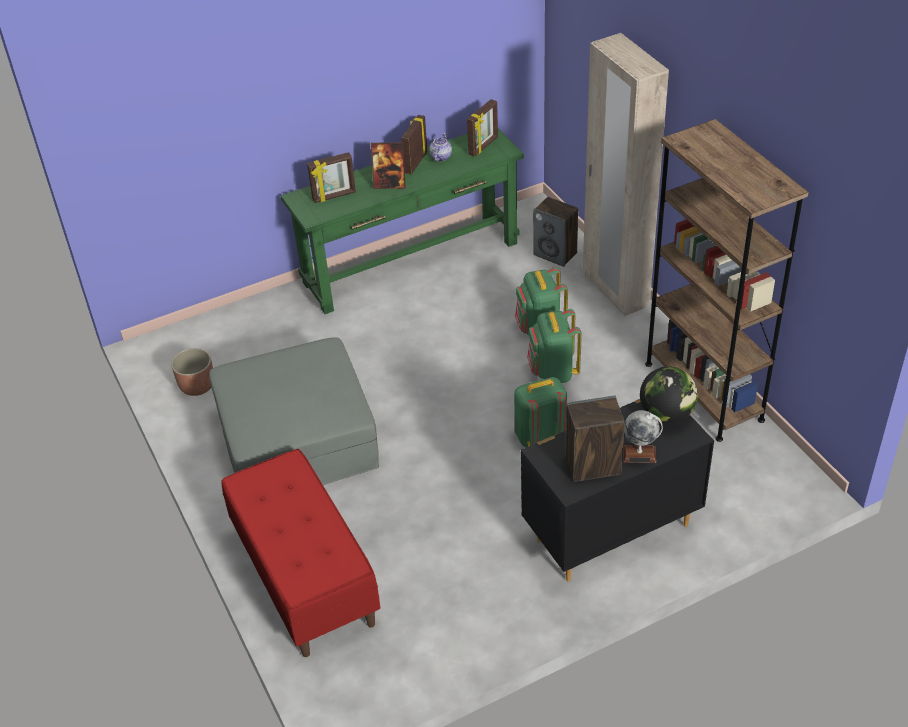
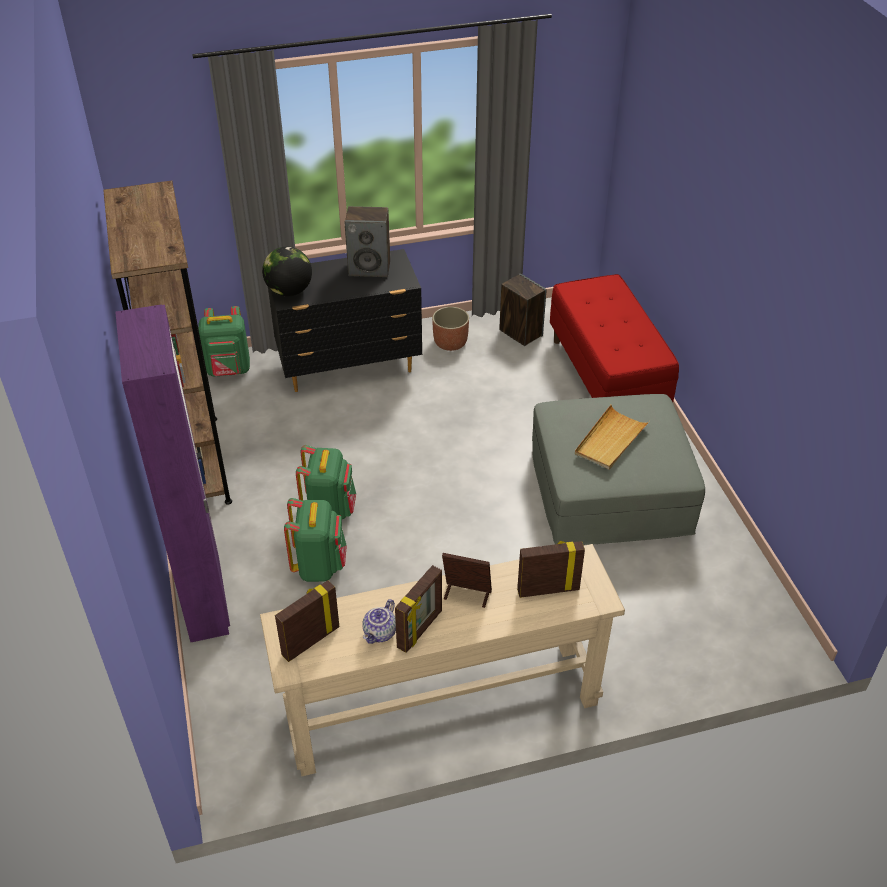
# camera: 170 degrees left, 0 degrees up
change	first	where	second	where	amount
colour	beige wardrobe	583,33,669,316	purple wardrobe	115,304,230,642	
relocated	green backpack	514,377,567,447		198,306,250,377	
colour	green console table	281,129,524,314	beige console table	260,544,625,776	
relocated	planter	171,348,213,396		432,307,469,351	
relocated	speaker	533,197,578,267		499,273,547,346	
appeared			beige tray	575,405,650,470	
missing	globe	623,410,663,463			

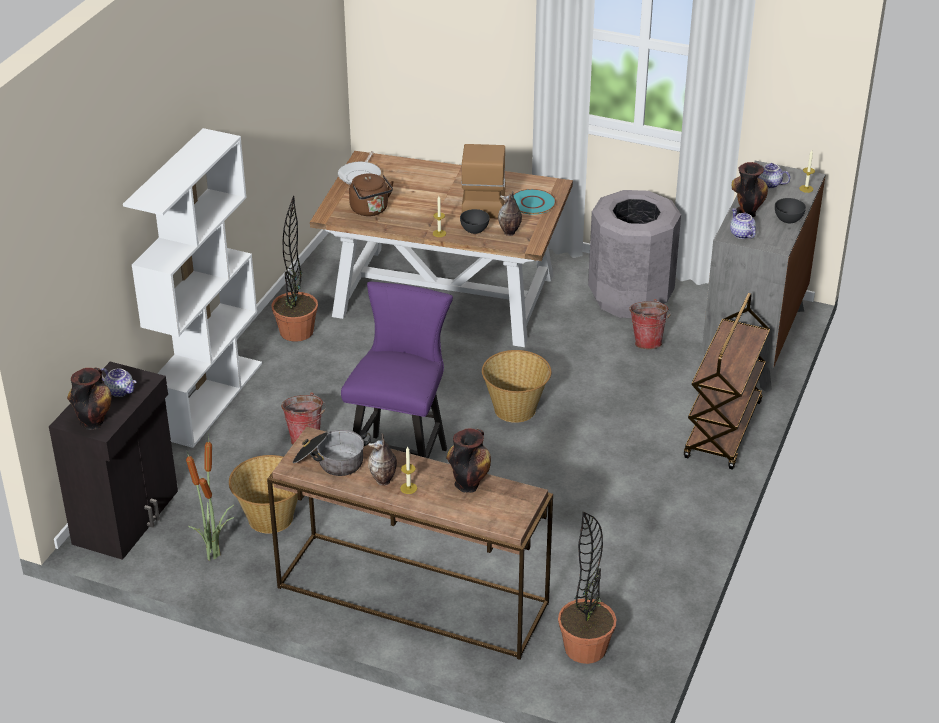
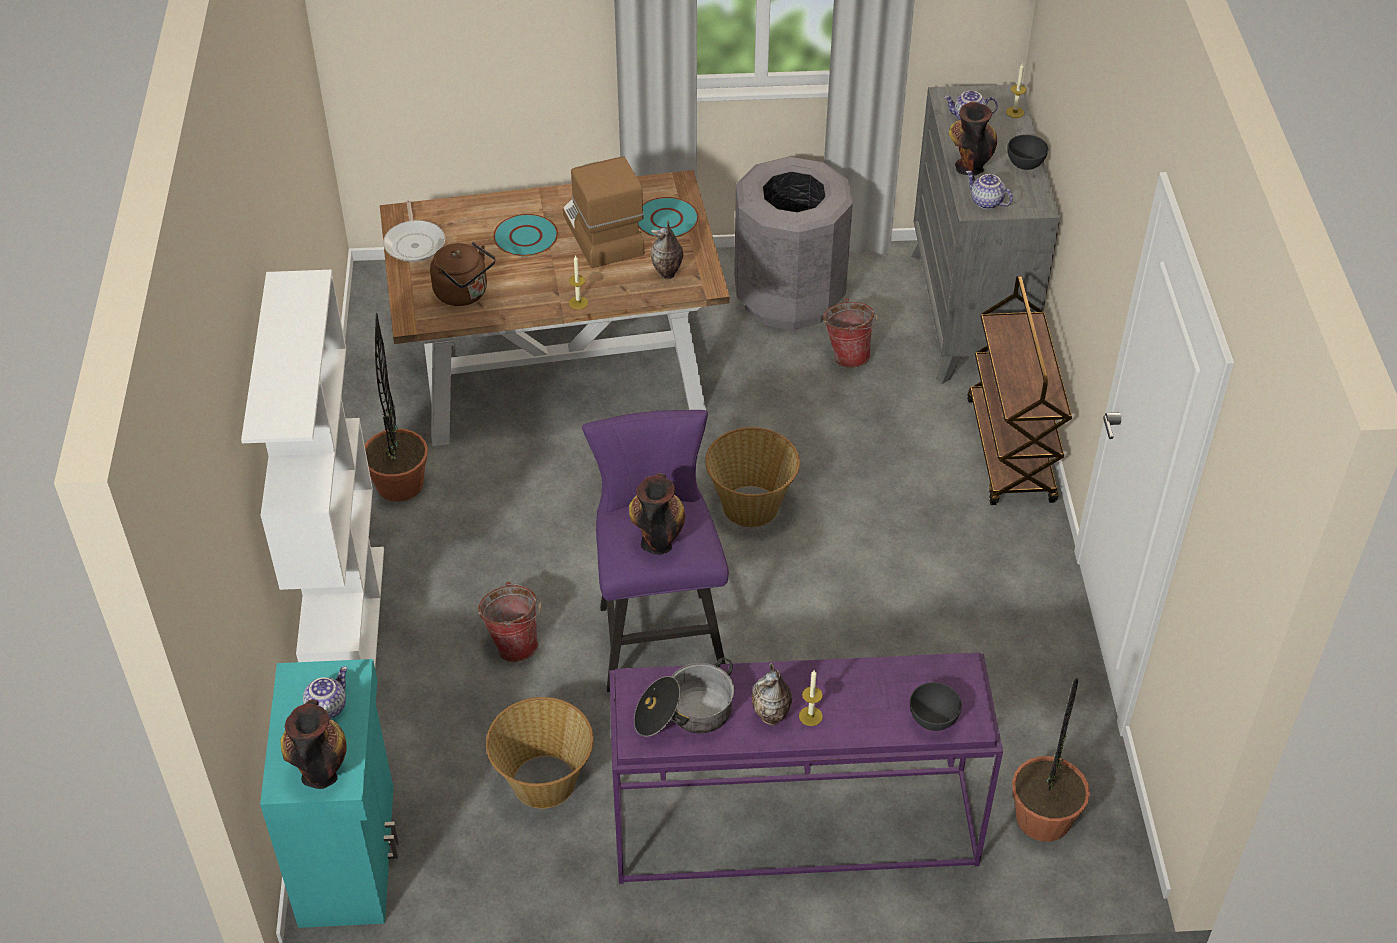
# camera: 25 degrees left, 10 degrees up
change	first	where	second	where	amount
colour	black cabinet	49,362,178,560	turquoise cabinet	260,659,399,928	
spun	teapot	101,368,136,397		303,666,348,719	60 degrees counterclockwise
appeared			turquoise plate	493,214,558,257	
colour	brown console table	267,427,553,660	purple console table	609,652,1003,884	
relocated	vase	446,428,491,493		629,473,685,555	
relocated	grey bowl	460,209,490,234		910,682,962,731	
missing	potted plant	186,436,234,561			

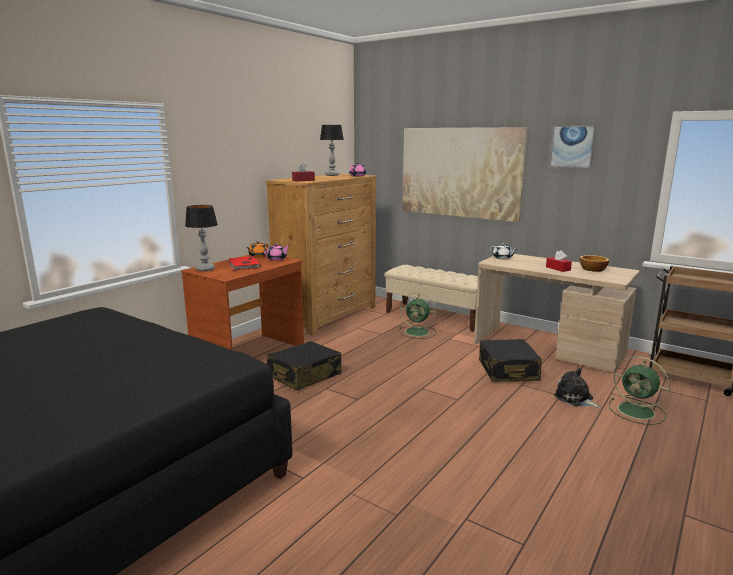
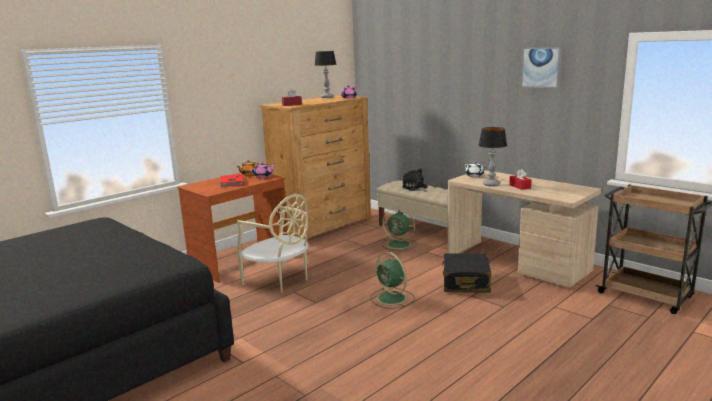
# camera: 10 degrees right, 0 degrees up
change	first	where	second	where	amount
exchanged	black suitcase	267,341,342,390	beige chair	237,194,309,293	
relocated	green fan	609,356,670,425		370,252,415,309	
relocated	plush toy	554,368,601,408		402,168,428,191	
relocated	table lamp	185,205,218,272		479,127,507,186	
missing	picture	403,127,528,222			
missing	bowl	580,255,609,272			

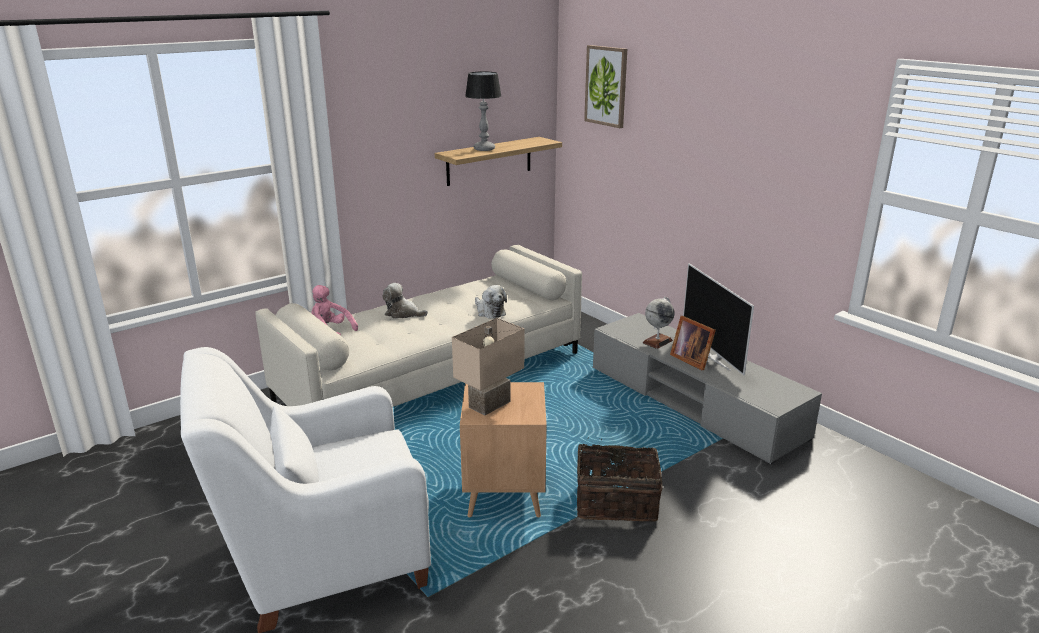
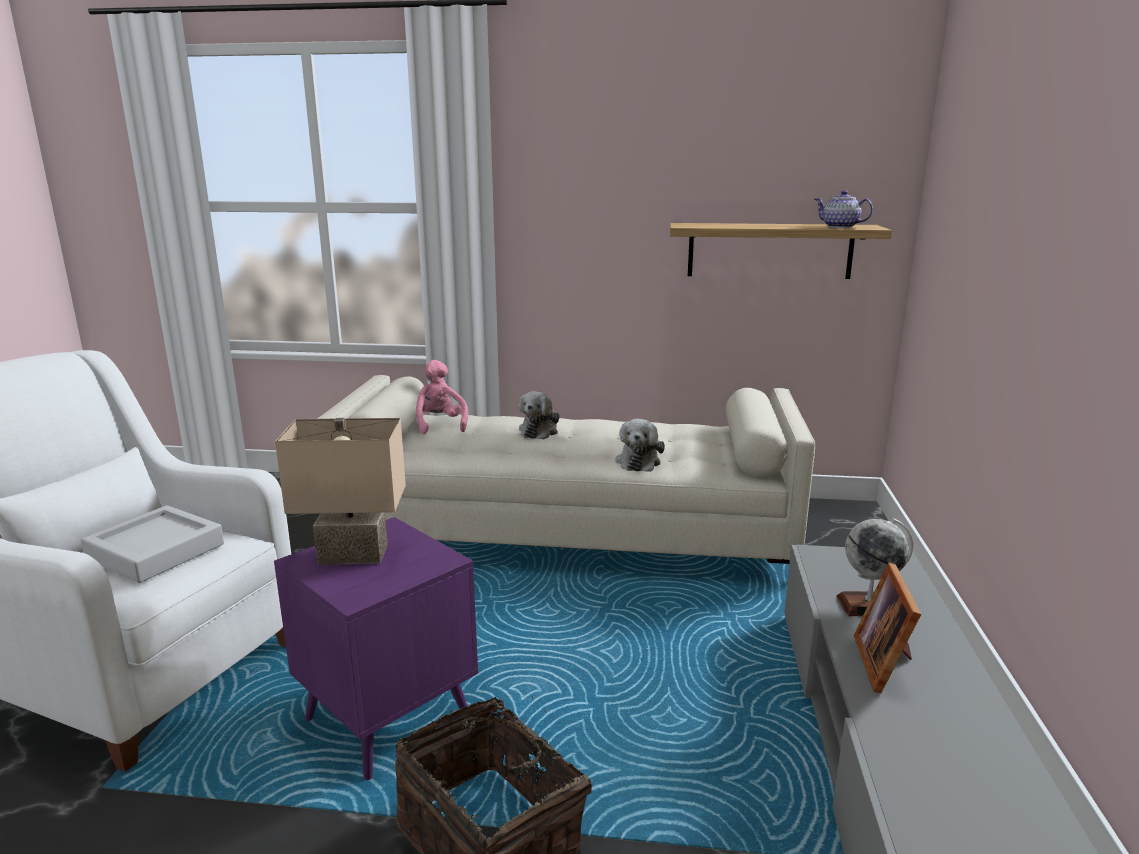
# camera: 45 degrees right, 5 degrees down
change	first	where	second	where	amount
appeared			grey tray	81,505,224,583	
colour	brown side table	460,382,547,517	purple side table	274,517,478,780	
spun	plush toy	382,283,428,319		519,391,560,439	135 degrees counterclockwise
appeared			teapot	815,190,873,228	
missing	table lamp	465,71,501,151			
missing	picture	584,45,627,128			
missing	television	683,263,754,375			

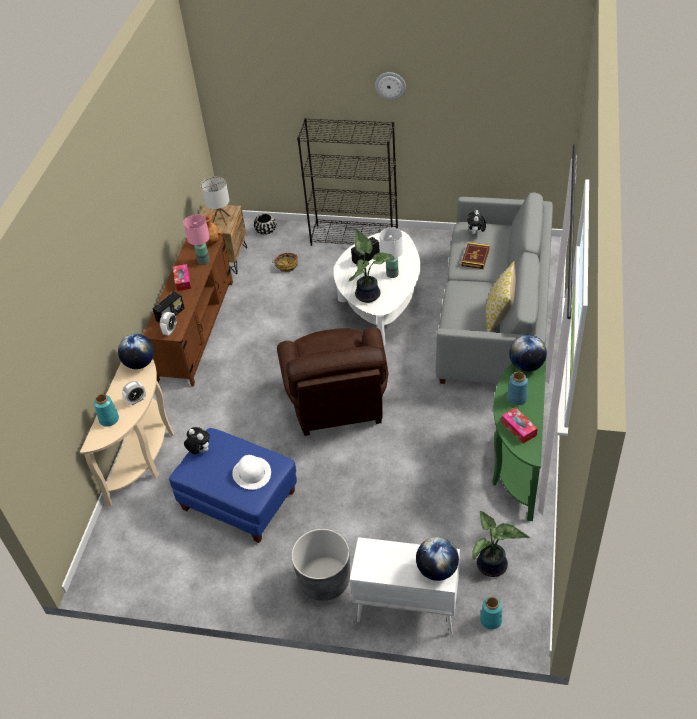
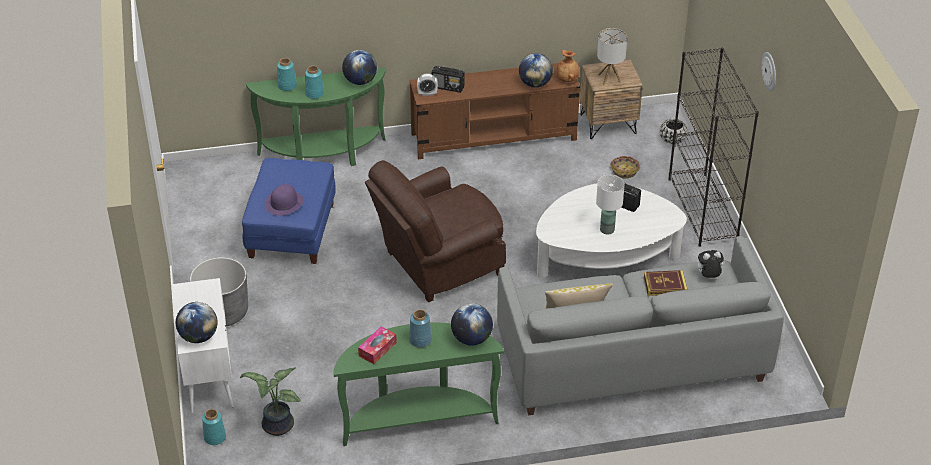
# camera: 65 degrees right, 5 degrees down
change	first	where	second	where	amount
colour	beige console table	80,359,174,506	green console table	246,67,386,166	
colour	white hat	232,455,271,490	purple hat	265,184,304,216	
exchanged	alarm clock	122,381,146,406	turquoise vase	305,66,324,99	
exchanged	pink table lamp	183,214,210,265	globe	519,53,553,88	
missing	tissue box	173,264,191,291			
missing	plush toy	184,427,210,454			
missing	potted plant	349,230,394,303			

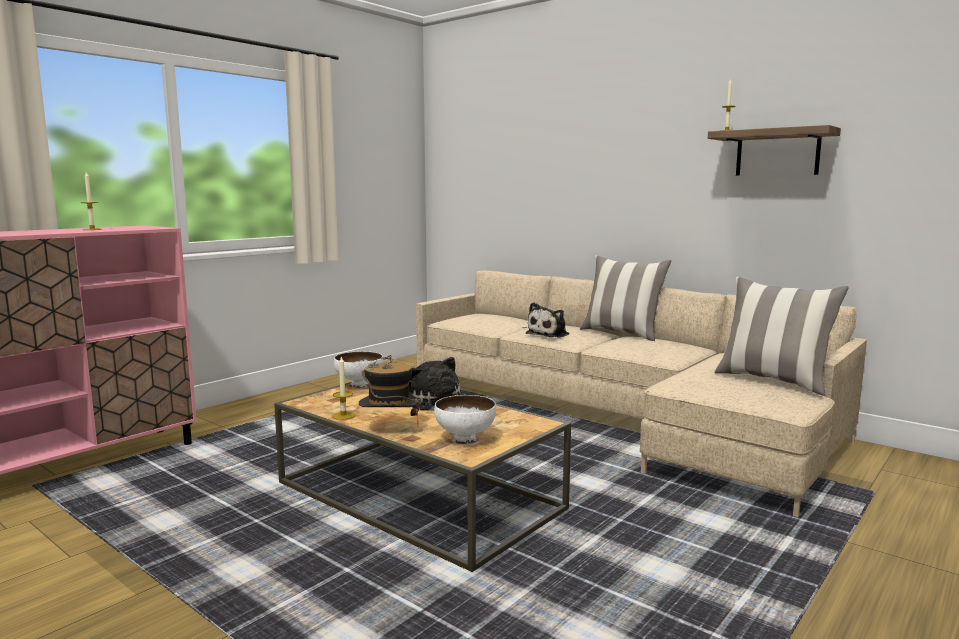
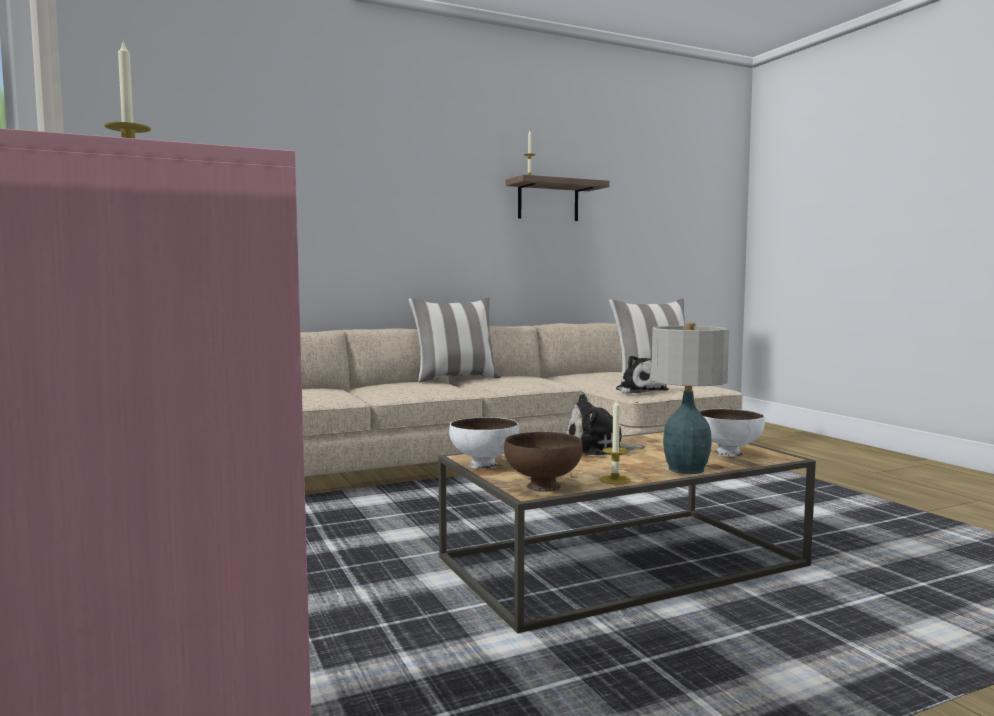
# camera: 65 degrees left, 5 degrees down
change	first	where	second	where	amount
appeared			brown bowl	504,432,583,492	
relocated	plush toy	526,302,569,338		616,355,668,393	
exchanged	hat	359,355,421,424	table lamp	651,322,729,474	

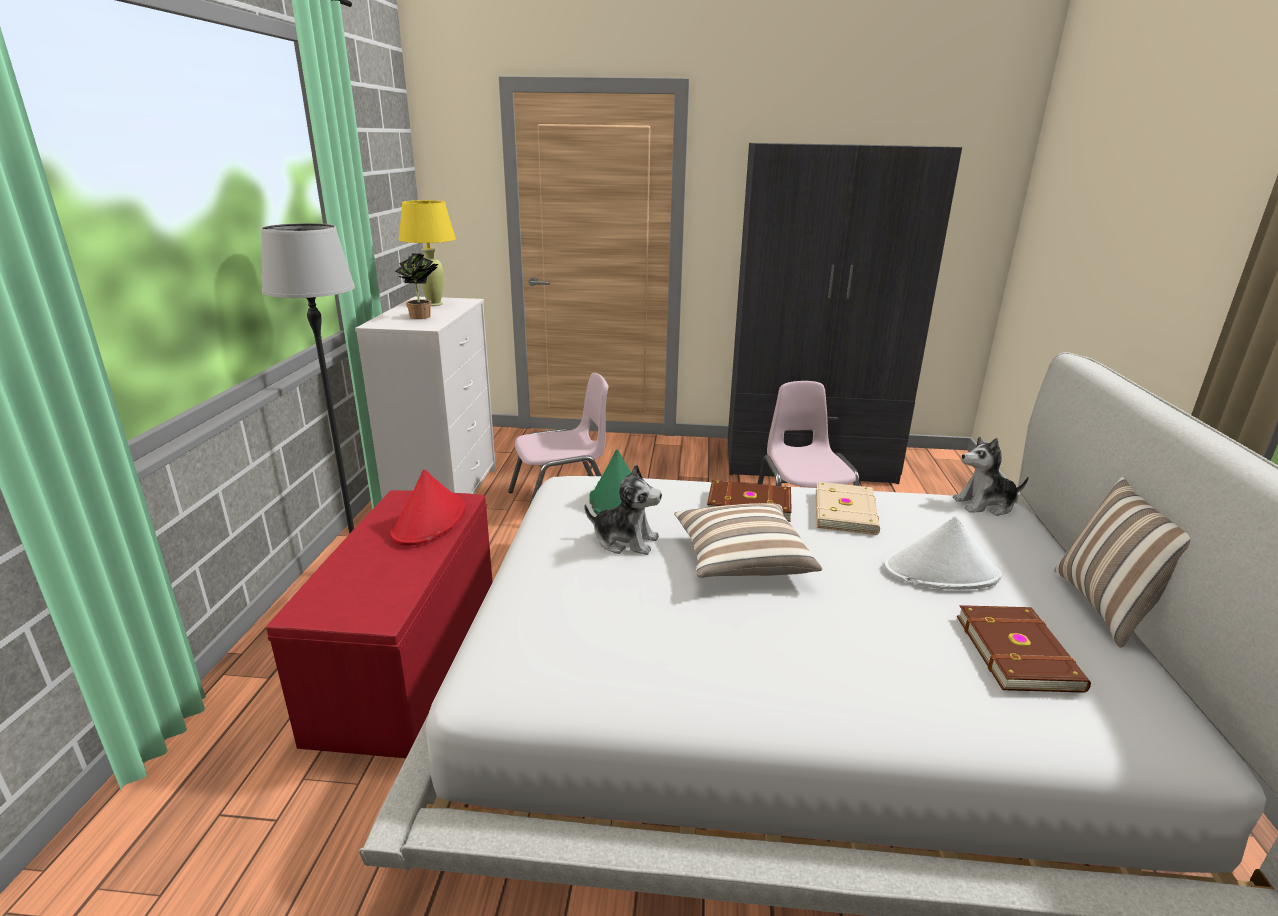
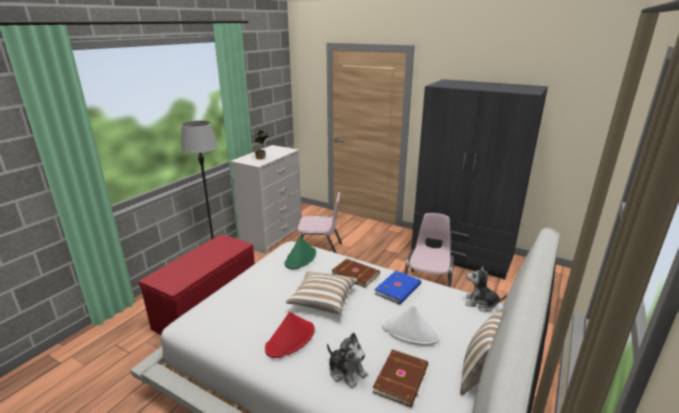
# camera: 25 degrees right, 0 degrees up
change	first	where	second	where	amount
relocated	red hat	390,469,466,546		265,312,315,358	
relocated	plush toy	585,464,662,555		327,333,368,388	
colour	beige book	815,482,880,535	blue book	374,271,421,305	
missing	yellow table lamp	398,200,456,306			

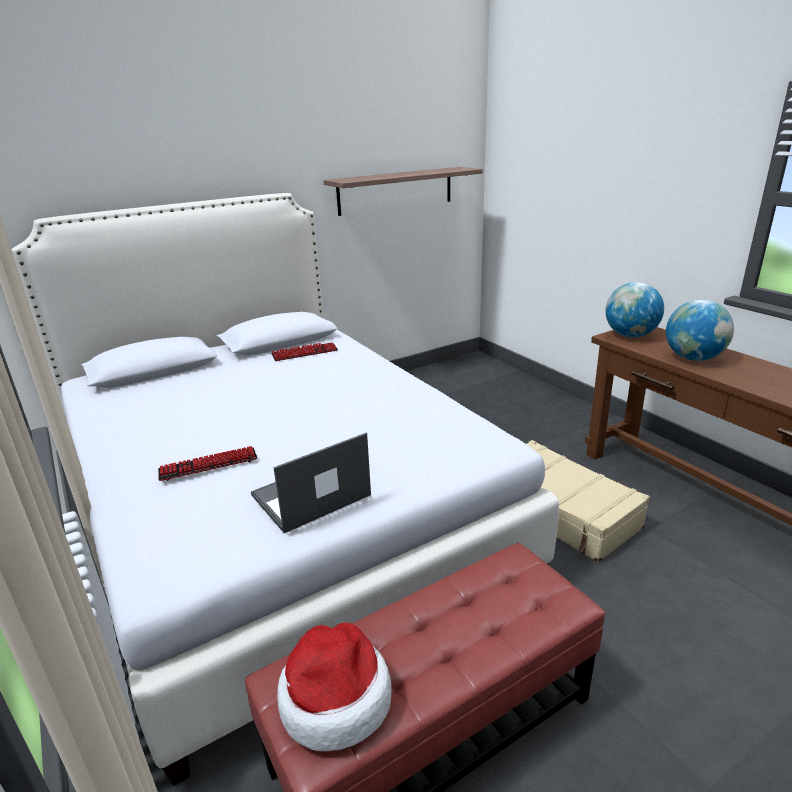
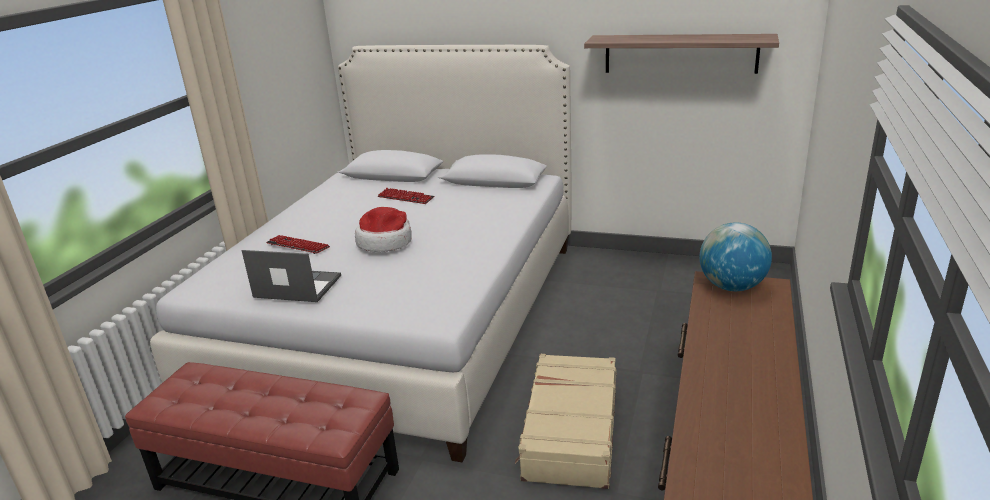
# camera: 50 degrees right, 0 degrees up
change	first	where	second	where	amount
relocated	hat	277,622,391,751		355,207,412,252	
relocated	keyboard	271,342,338,361		378,188,434,204	
missing	globe	666,300,734,361			

